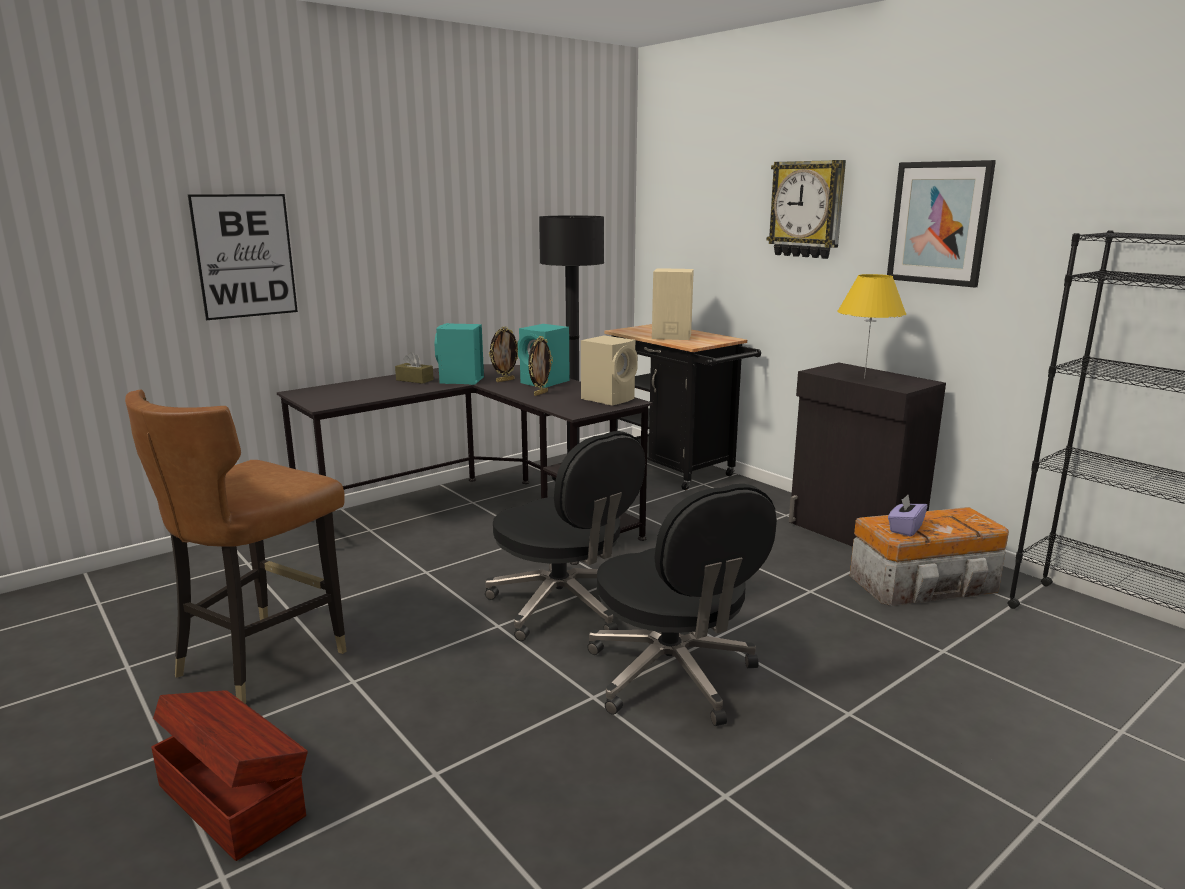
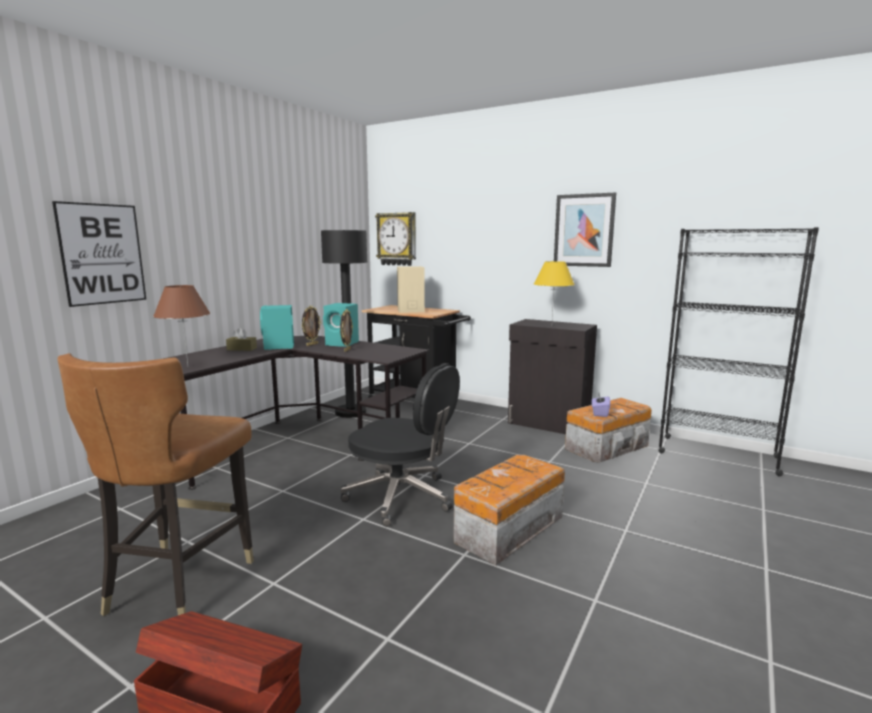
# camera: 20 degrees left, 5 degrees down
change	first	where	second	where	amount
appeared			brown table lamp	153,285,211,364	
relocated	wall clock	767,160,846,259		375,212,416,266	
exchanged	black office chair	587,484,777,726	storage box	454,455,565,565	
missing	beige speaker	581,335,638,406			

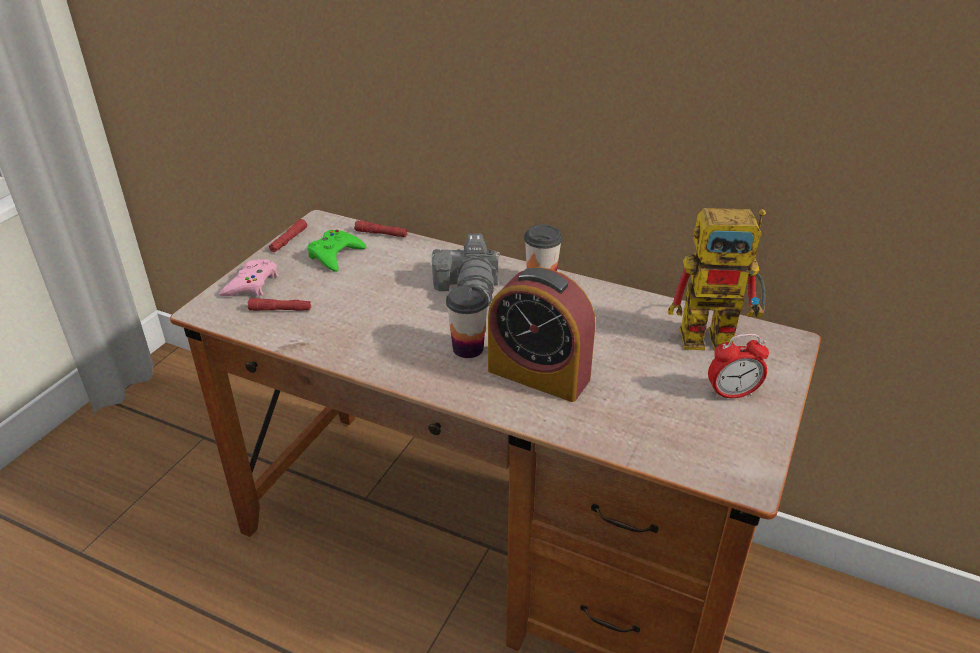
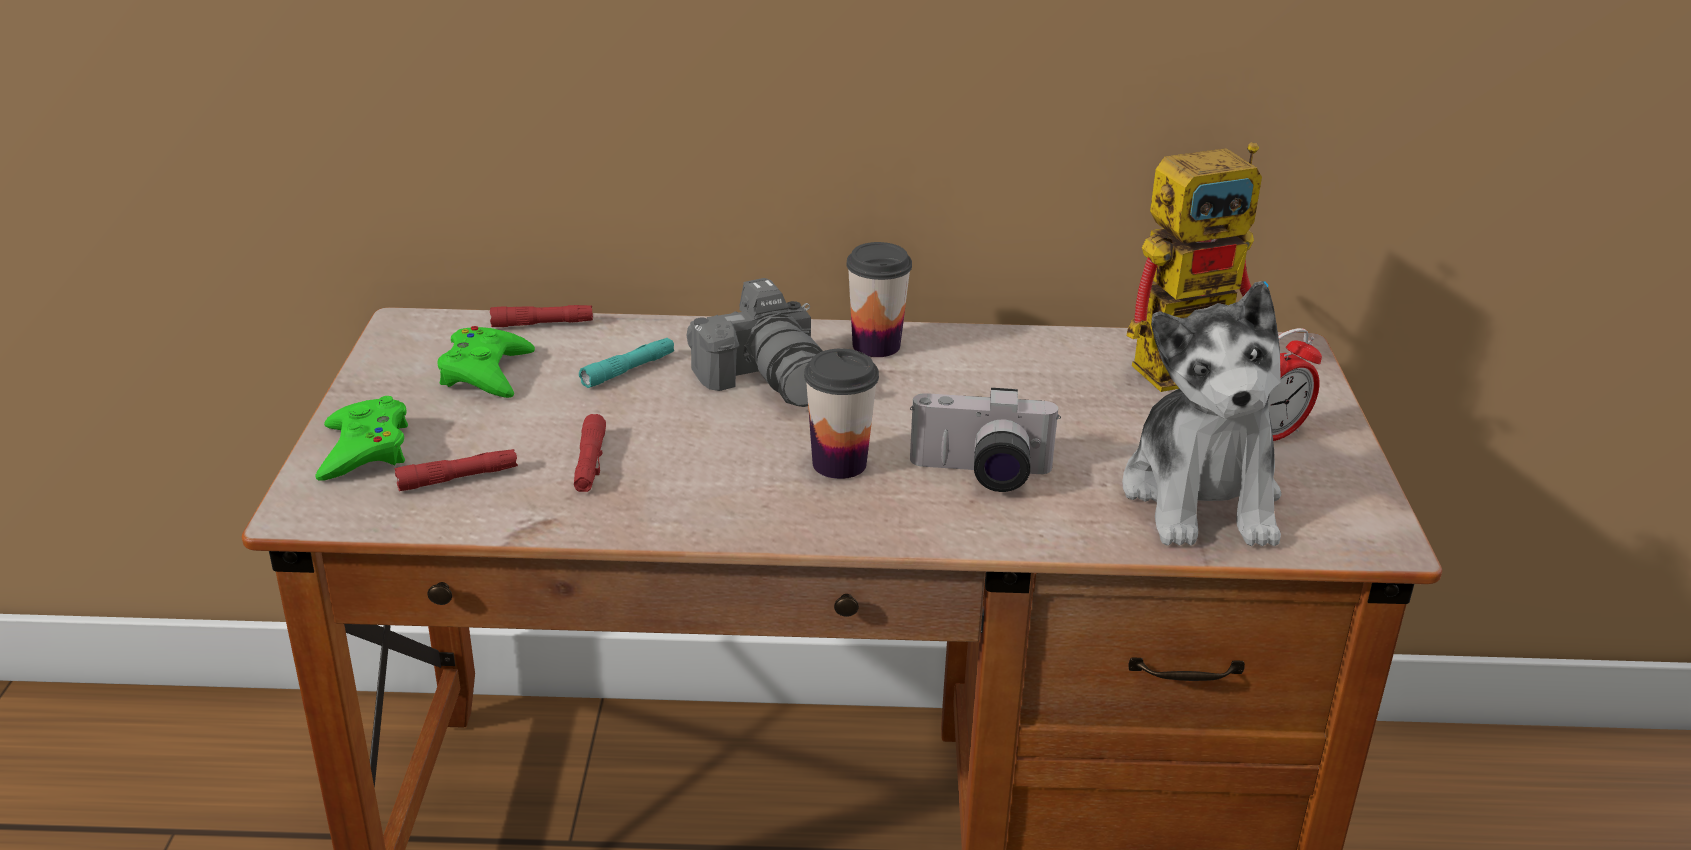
# camera: 25 degrees left, 5 degrees down
change	first	where	second	where	amount
colour	pink game controller	219,259,279,296	green game controller	315,396,408,480	
relocated	red flashlight	269,219,307,252		574,414,606,492	
appeared			turquoise flashlight	579,338,674,388	
exchanged	alarm clock	488,267,595,402	photo camera	910,388,1061,492	
appeared			plush toy	1122,281,1281,546	

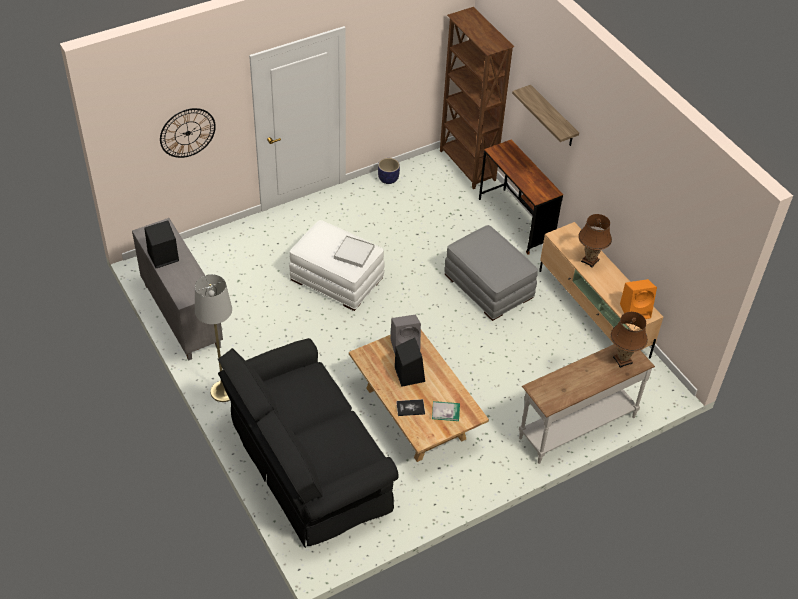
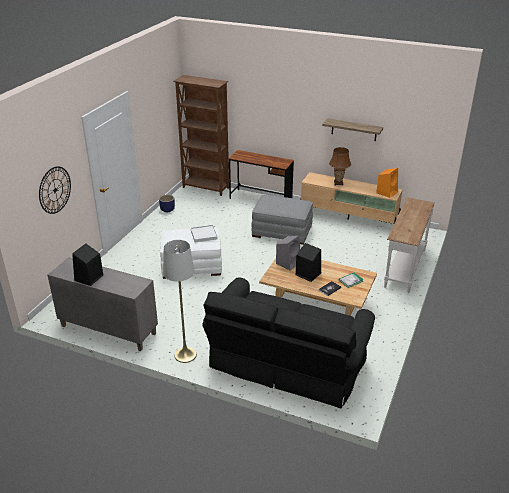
# camera: 35 degrees left, 15 degrees down
change	first	where	second	where	amount
relocated	shelf	512,85,579,146		322,119,383,141	
missing	brown table lamp	611,312,648,368			

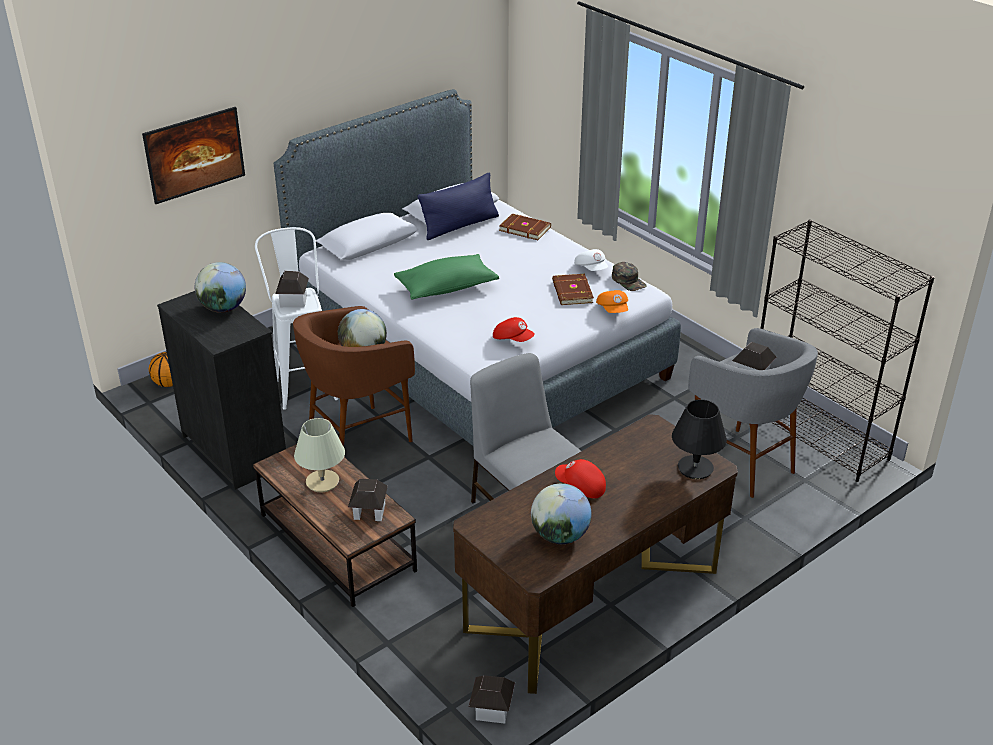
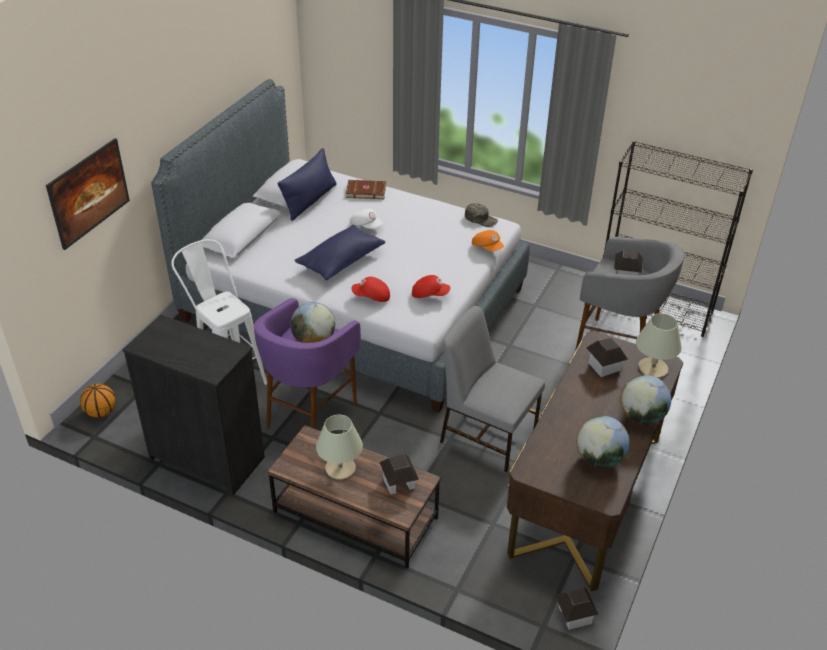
# camera: 25 degrees left, 5 degrees up
change	first	where	second	where	amount
colour	brown stool	293,306,415,447	purple stool	254,298,361,429	
colour	green pillow	394,254,499,300	blue pillow	295,224,385,281	
relocated	white cap	574,249,608,271		350,209,382,229	
relocated	red cap	555,459,606,498		351,277,390,302	
relocated	toy house	275,271,309,307		586,338,628,377	
relocated	globe	195,262,246,313		620,375,671,425	
colour	black table lamp	672,399,727,479	beige table lamp	636,313,682,378	
missing	brown book	552,274,594,305			

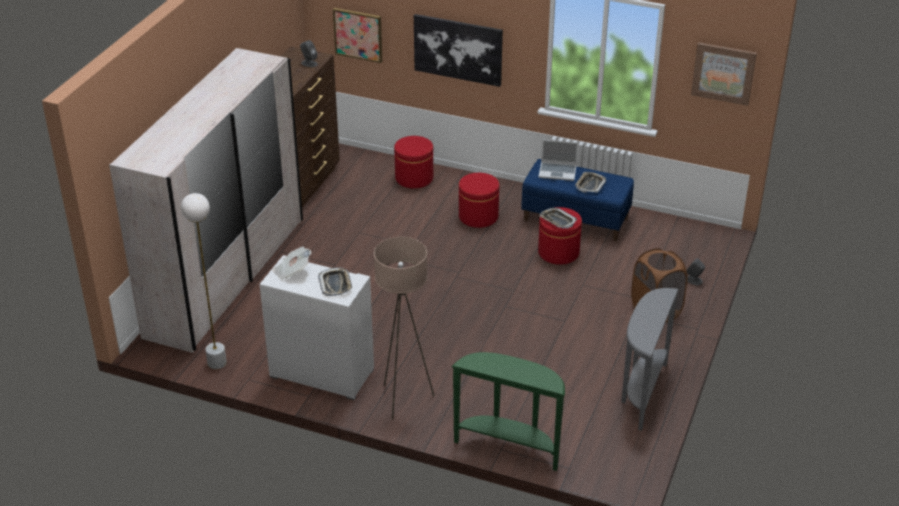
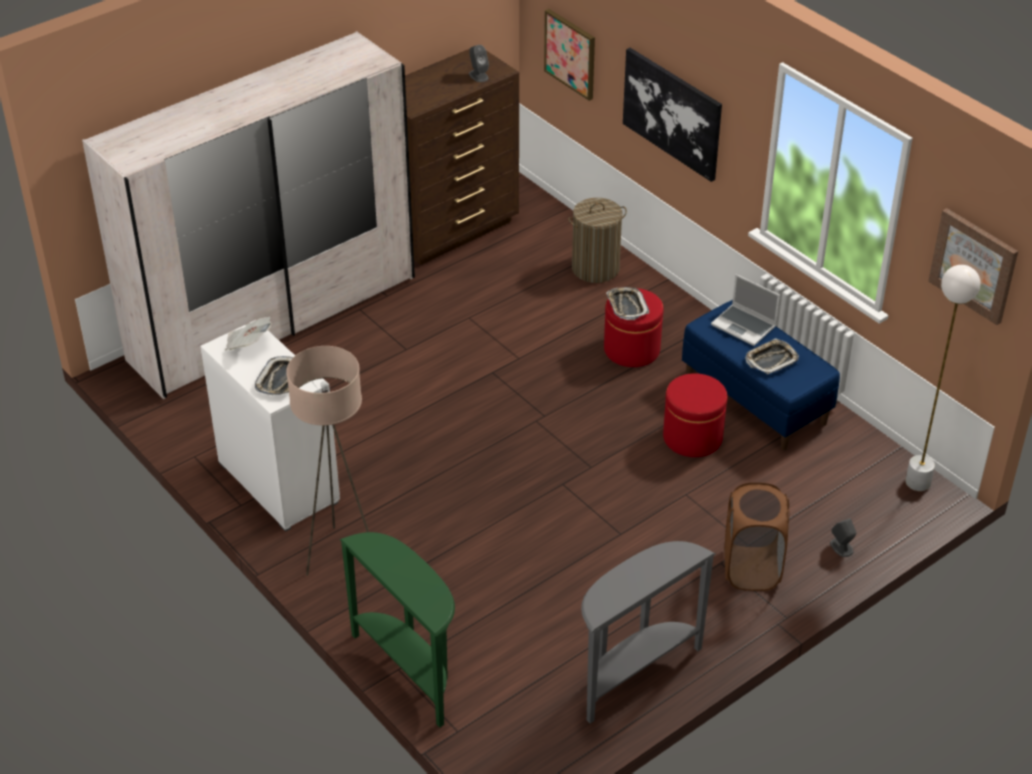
# camera: 30 degrees right, 5 degrees up
change	first	where	second	where	amount
exchanged	red ottoman	394,136,433,188	laundry basket	568,198,627,283	
relocated	tray	540,208,577,229		606,287,649,320	
relocated	white floor lamp	181,193,227,369		905,265,981,491	

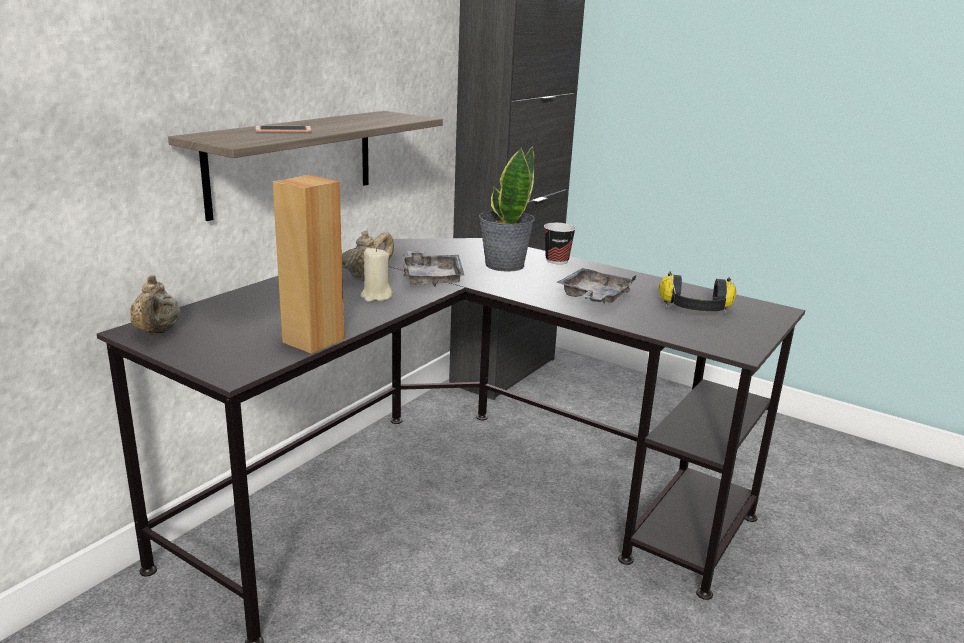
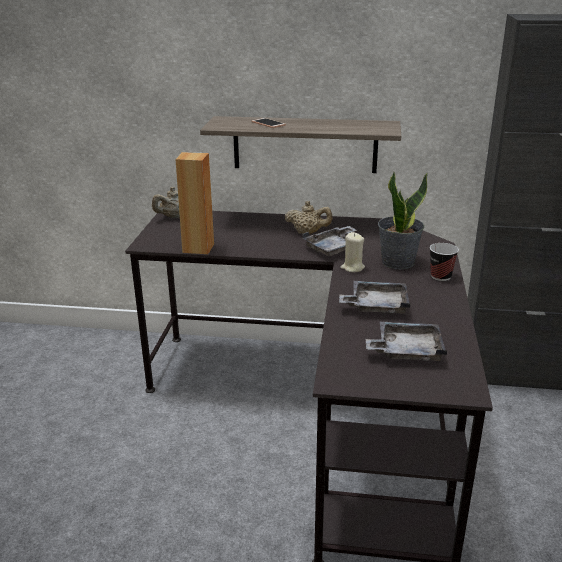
# camera: 65 degrees right, 5 degrees up
change	first	where	second	where	amount
relocated	beige candle	360,247,393,302		340,232,365,272	
exchanged	headphones	659,272,736,314	grey tray	365,322,447,361	

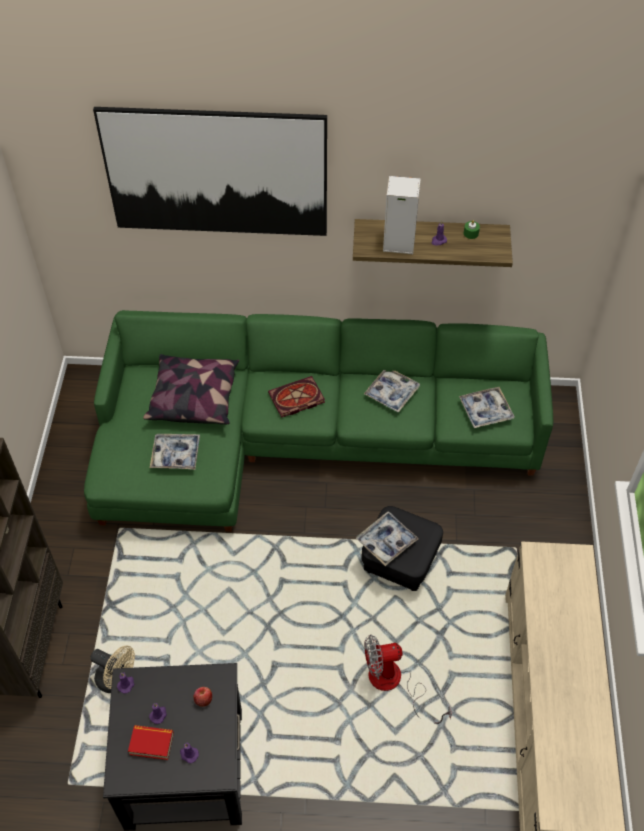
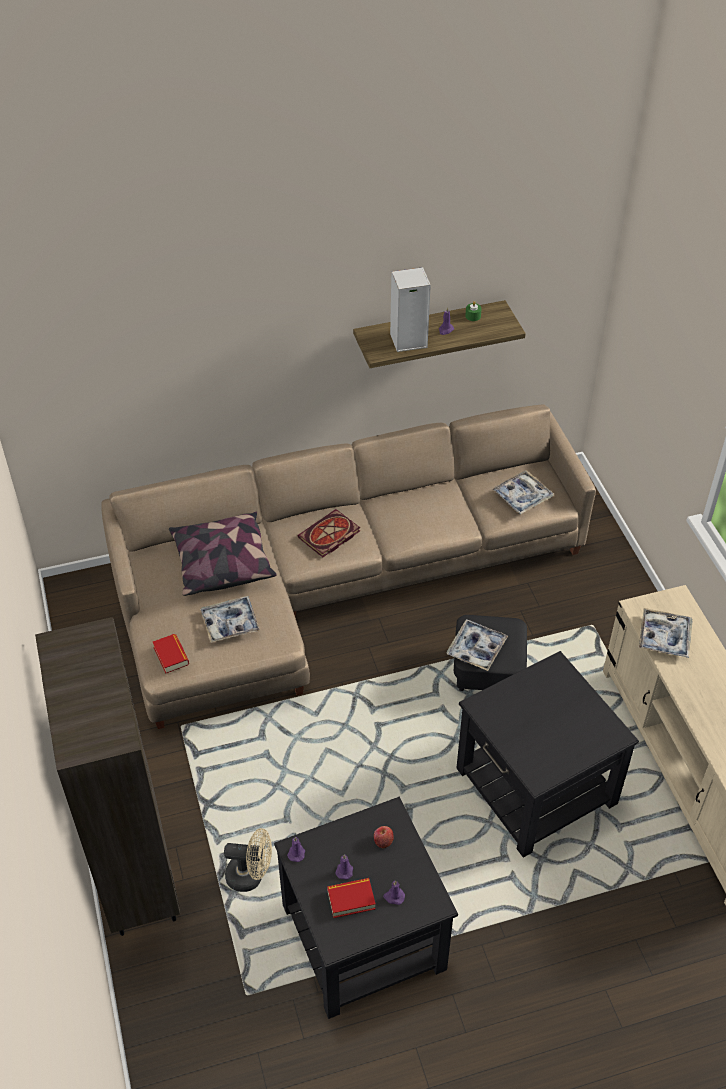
# camera: 20 degrees left, 5 degrees down
change	first	where	second	where	amount
colour	green sofa	84,310,553,532	beige sofa	101,404,596,729	
appeared			book	153,634,189,673	
exchanged	fan	364,635,452,724	black side table	457,651,639,858	
relocated	tray	364,370,420,413		638,608,692,658	
missing	picture	93,107,327,236			

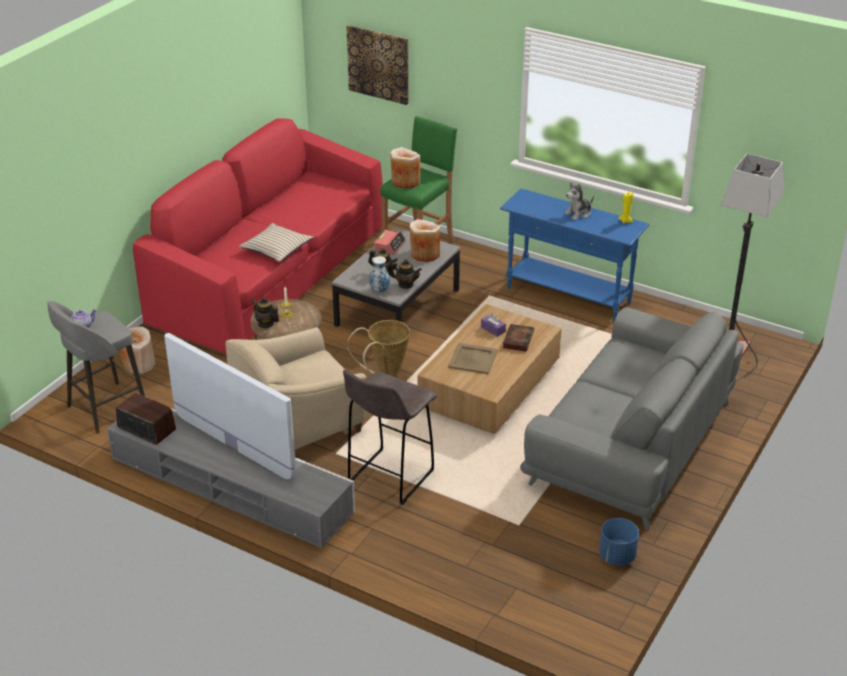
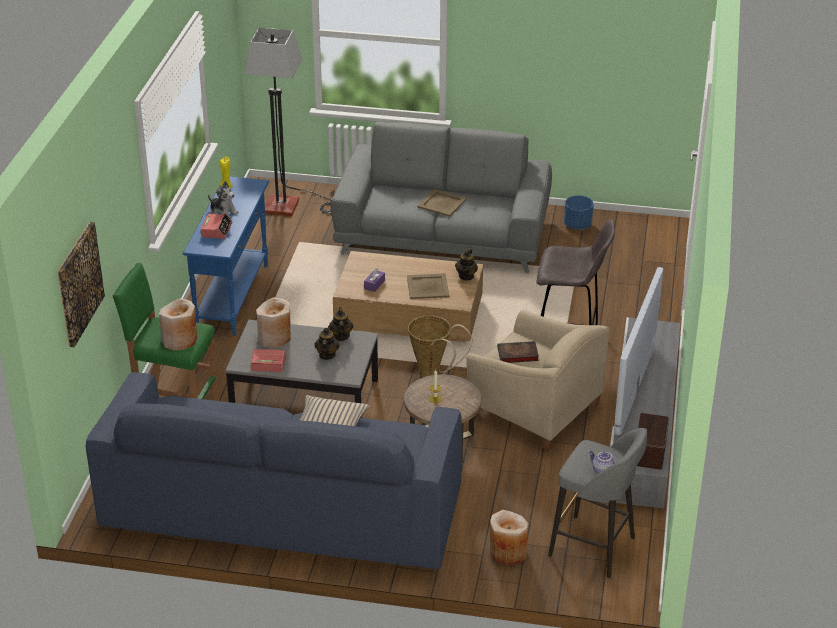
# camera: 110 degrees left, 0 degrees up
change	first	where	second	where	amount
colour	red sofa	133,118,383,354	blue sofa	86,372,462,569	
appeared			alarm clock	201,213,232,239	
appeared			beige tray	417,189,467,217	
relocated	teapot	252,297,279,328		455,248,478,281	
relocated	book	503,324,534,351		498,341,539,363	
missing	vase	369,256,390,293			

